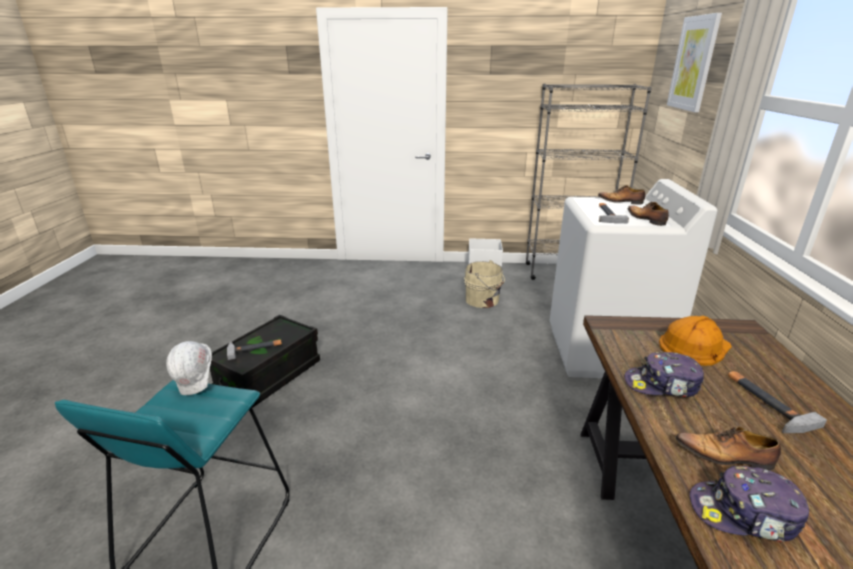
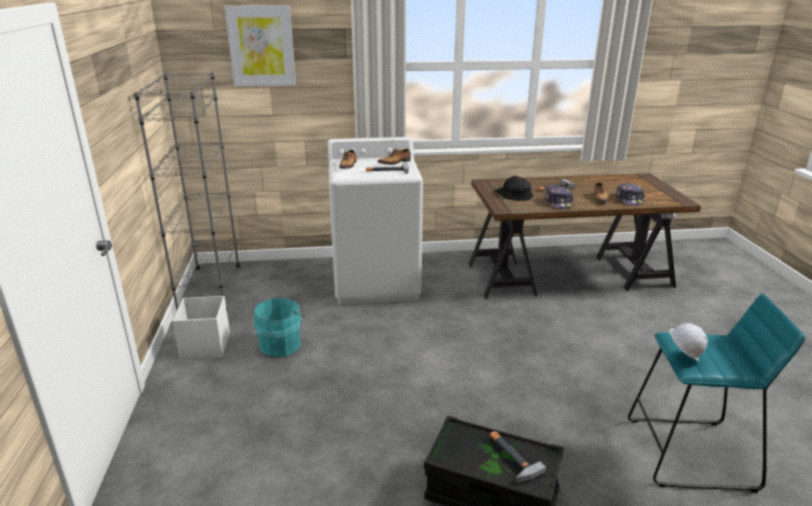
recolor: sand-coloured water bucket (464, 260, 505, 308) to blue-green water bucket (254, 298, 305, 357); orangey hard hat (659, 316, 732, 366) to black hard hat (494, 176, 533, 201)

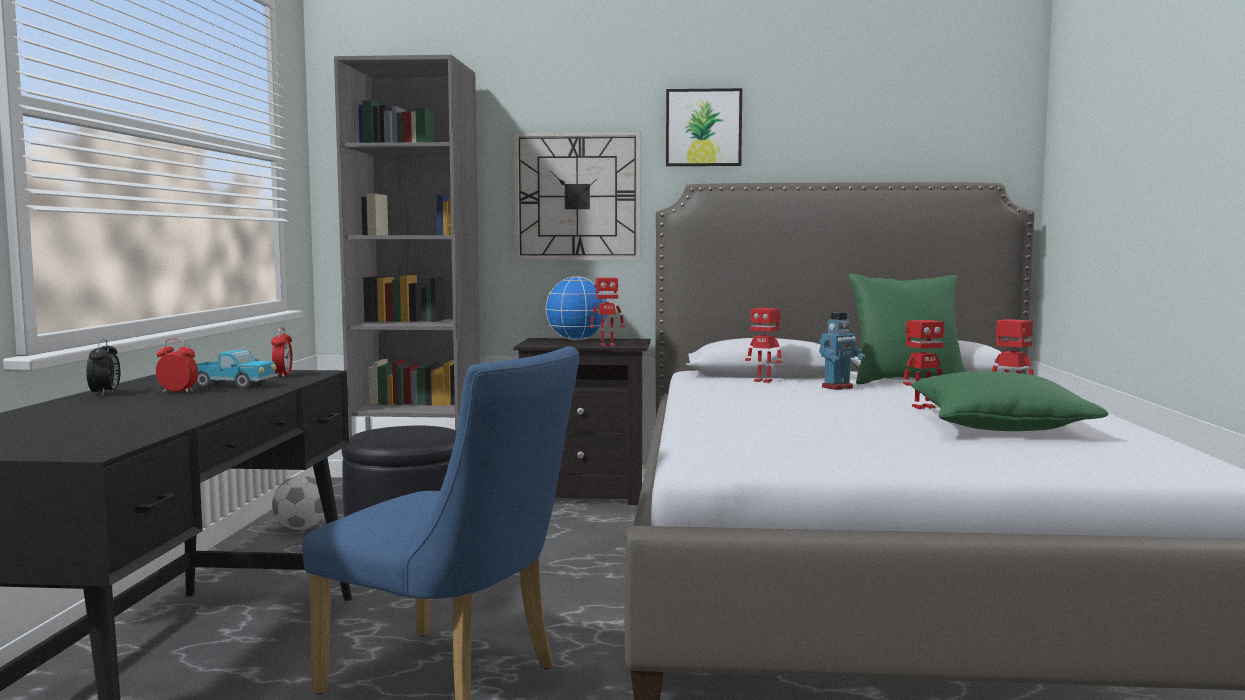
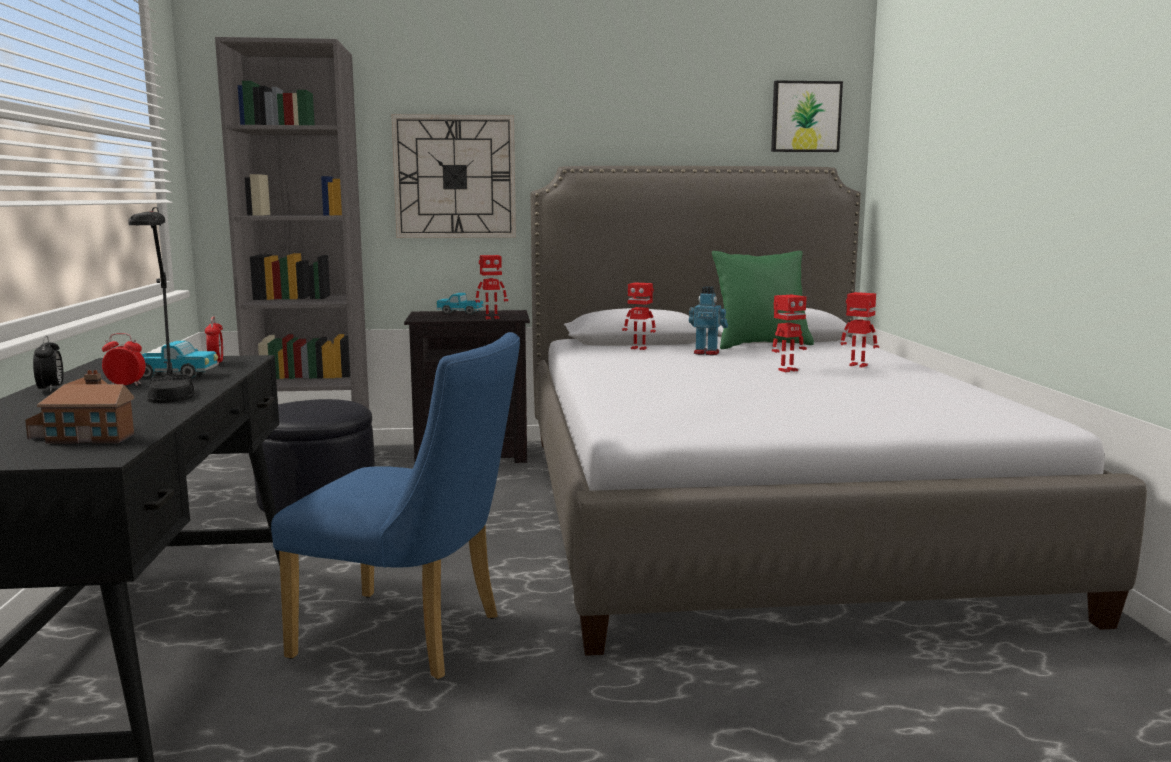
delete: greenish pillow (911, 371, 1108, 431); football ball (272, 476, 324, 530)
insert: black lamp for a table (128, 207, 194, 403); toy house (25, 370, 134, 443)
move: picture (666, 88, 742, 166) to (771, 80, 843, 152)
replace: desk globe (545, 276, 607, 341) to model truck (436, 293, 484, 315)
rotate: robot figure (819, 312, 866, 390) = (689, 286, 728, 355) 120 degrees counterclockwise

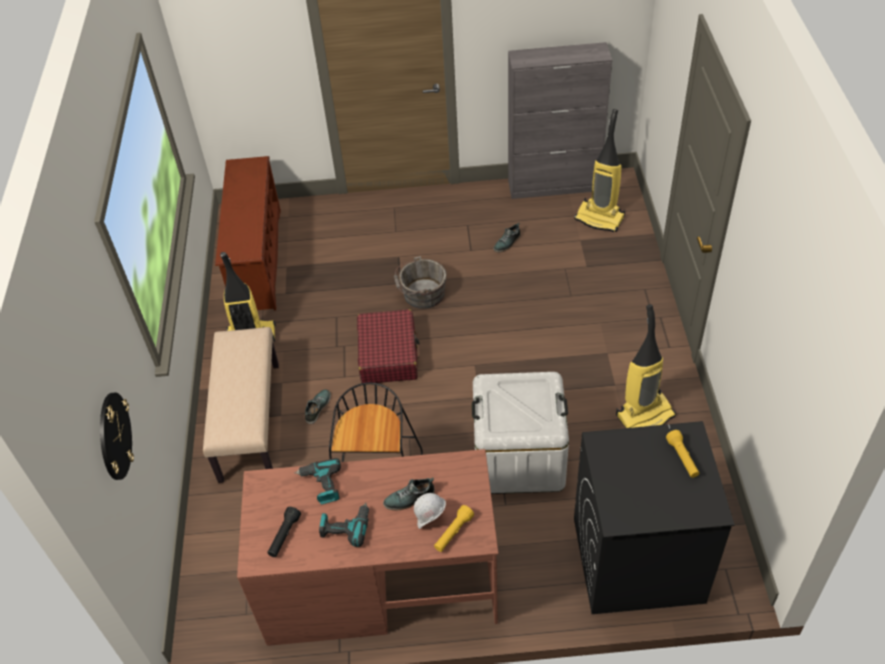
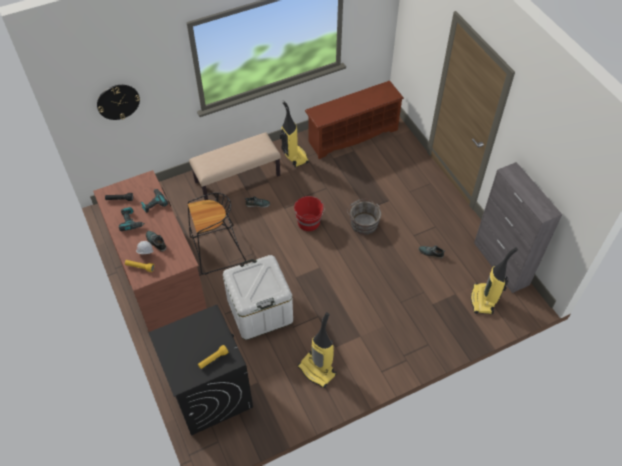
replace: red travel case (357, 309, 420, 383) to red water bucket (294, 196, 325, 231)

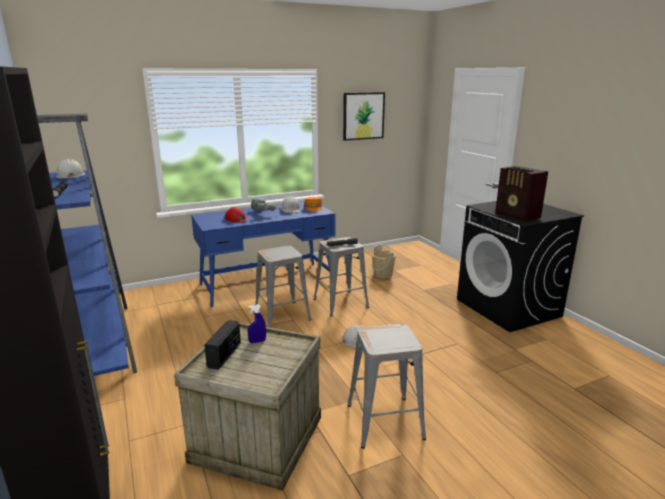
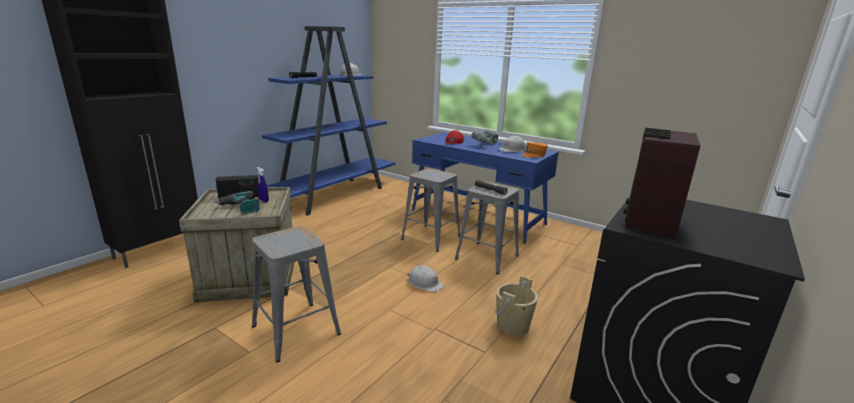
delete: picture (343, 92, 385, 141)
insert: electric drill (214, 191, 259, 214)
move: sand-coloured water bucket (372, 245, 396, 278) to (495, 275, 538, 336)

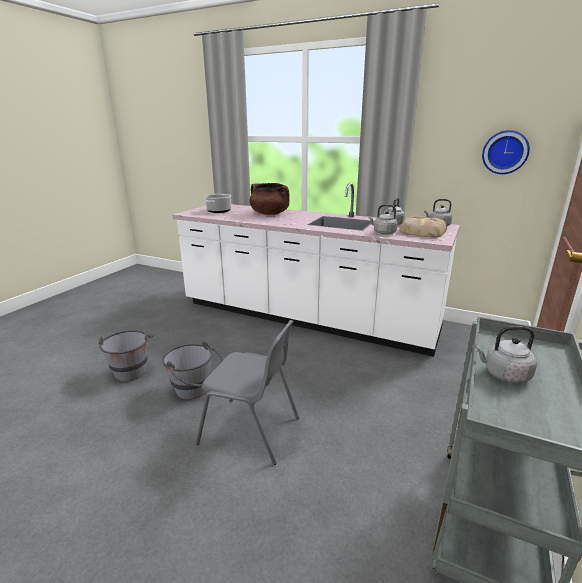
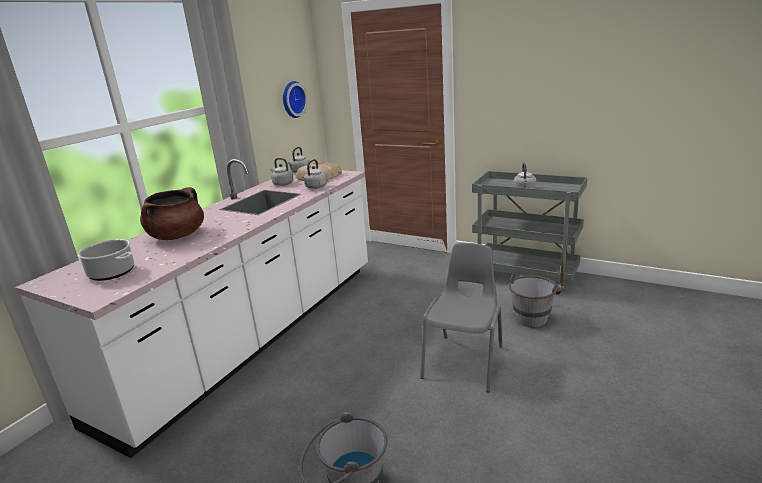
move: grey water bucket (162, 341, 224, 400) to (509, 275, 564, 327)

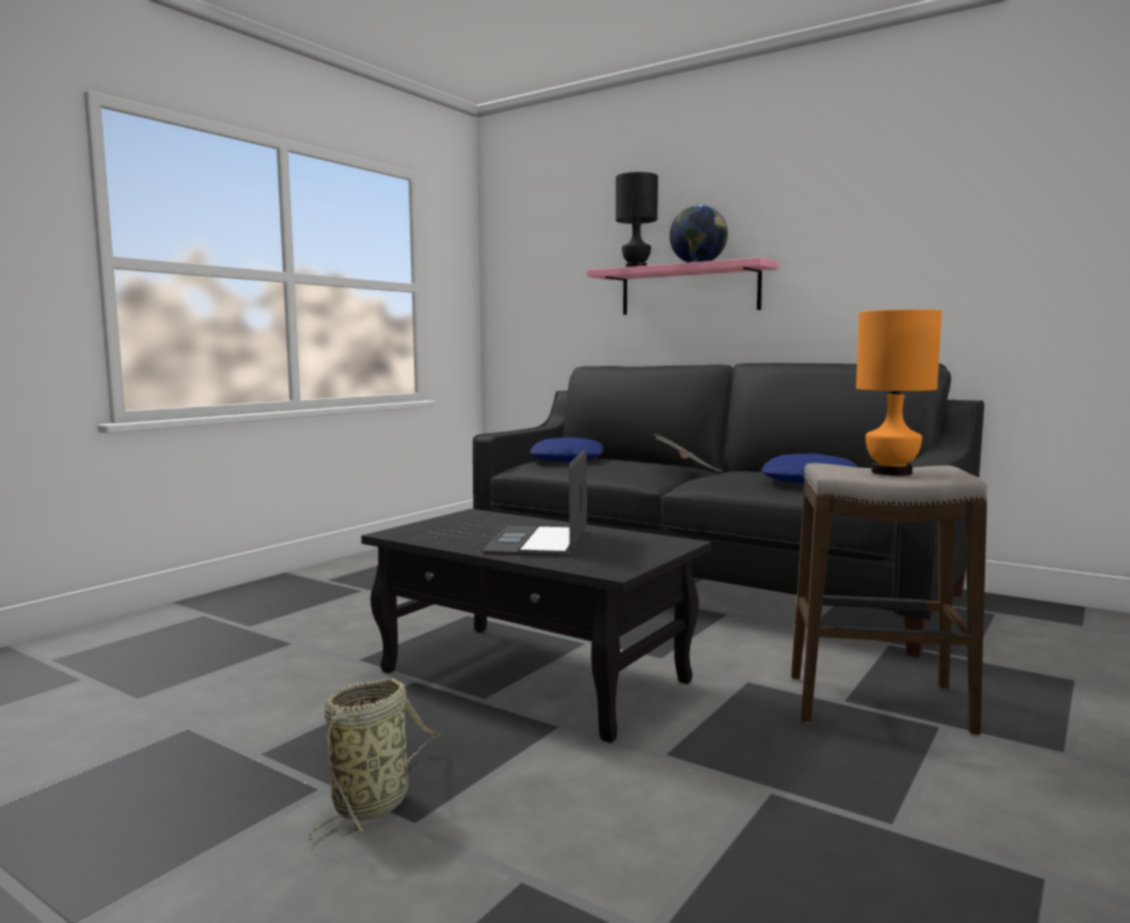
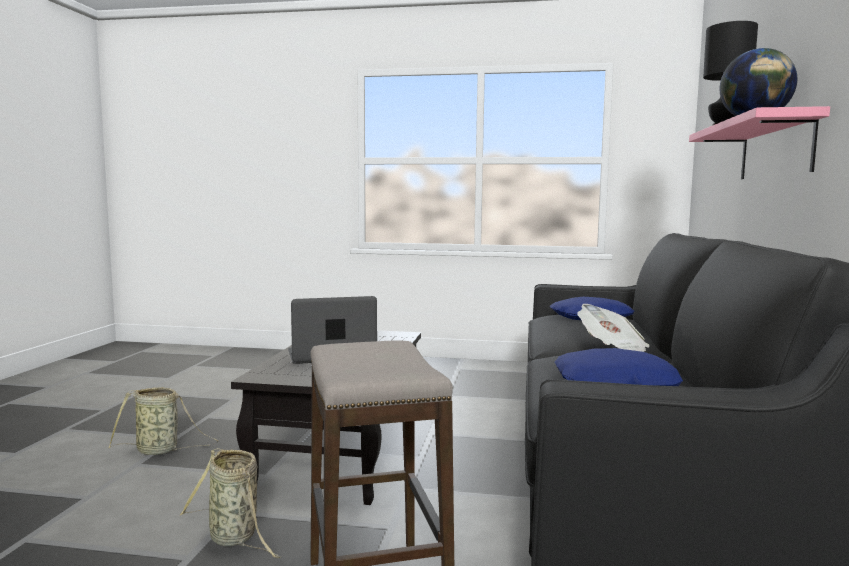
delete: orangey lamp for a table (856, 309, 942, 476)
insert: household basket (179, 448, 281, 558)

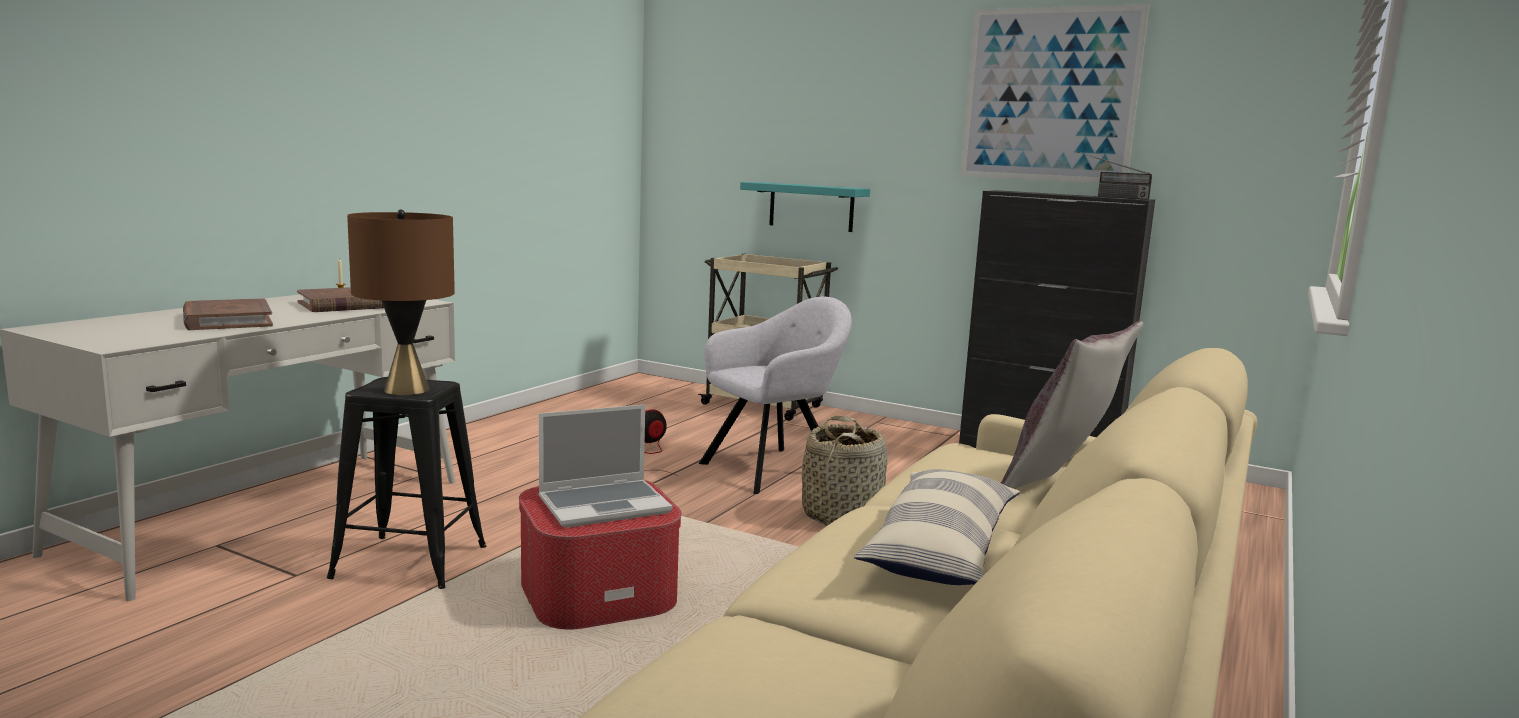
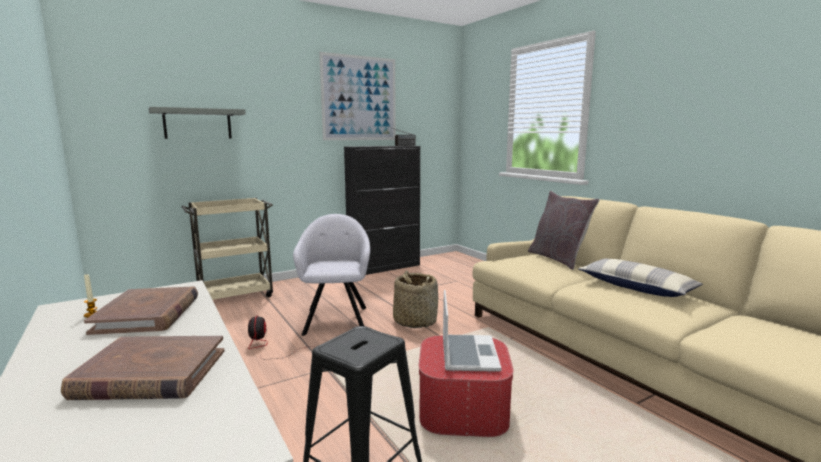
delete: blue-green wall shelf (740, 182, 870, 232); brownish lamp for a table (347, 209, 455, 395)
insert: grey wall shelf (149, 107, 246, 139)

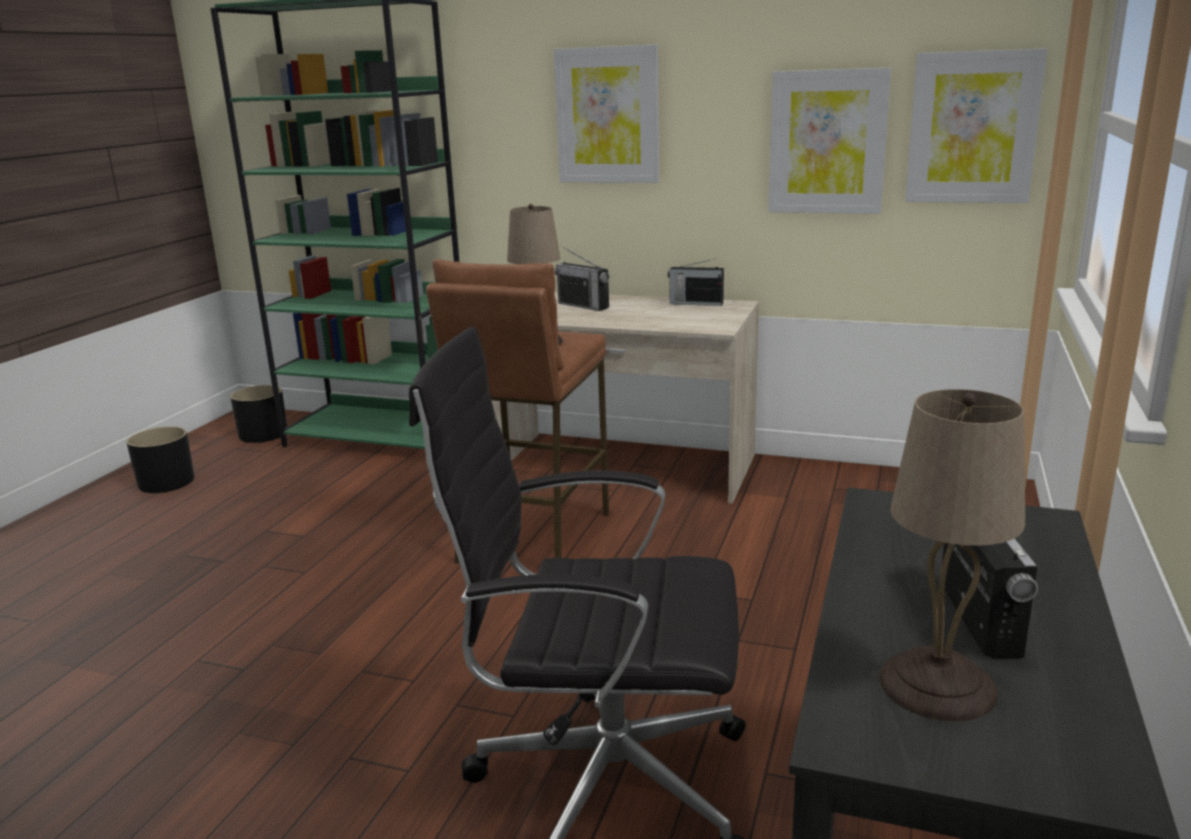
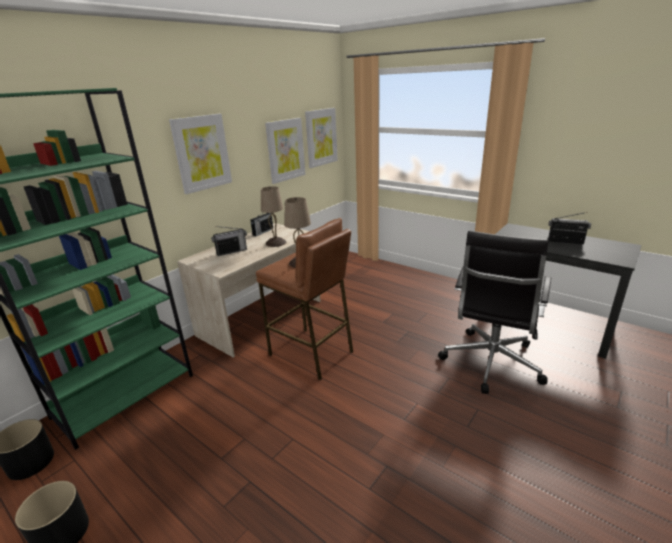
move: sand-coloured lamp for a table (879, 389, 1025, 721) to (261, 186, 286, 247)

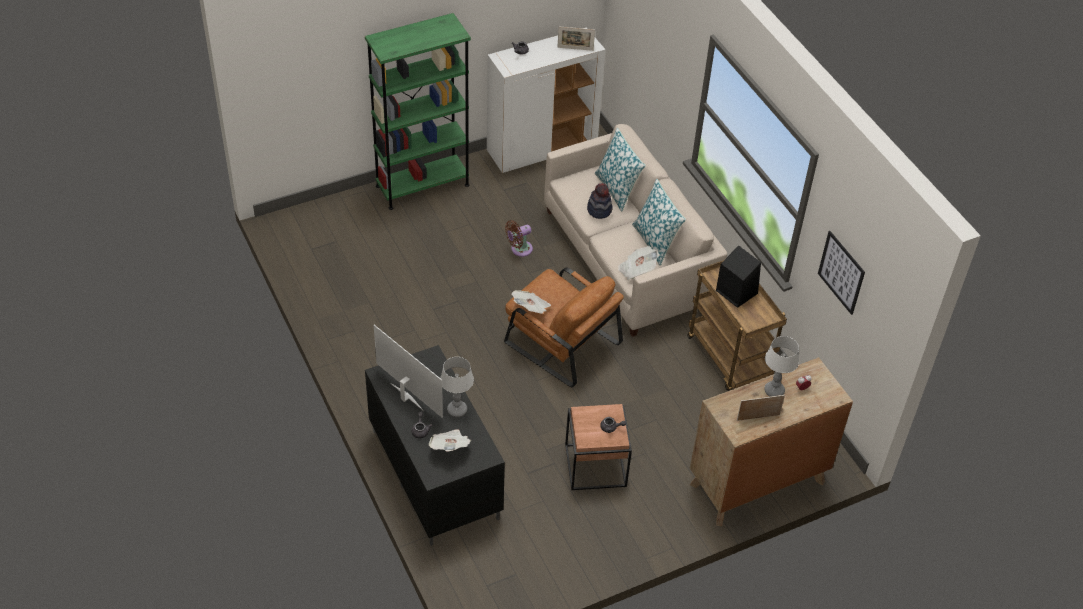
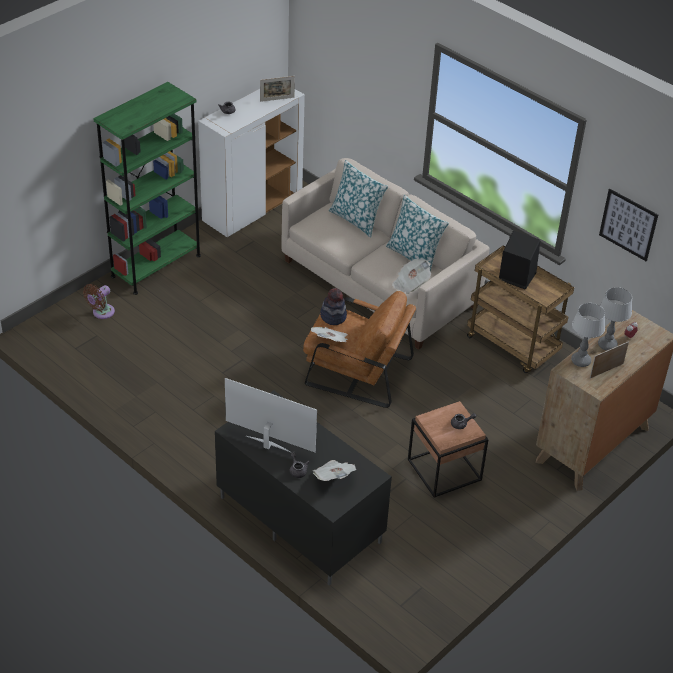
move: wearable hat (587, 183, 613, 219) to (320, 288, 347, 325); brownish cooling fan (505, 220, 533, 257) to (83, 284, 115, 319); lamp for a table (440, 357, 474, 417) to (571, 303, 605, 367)

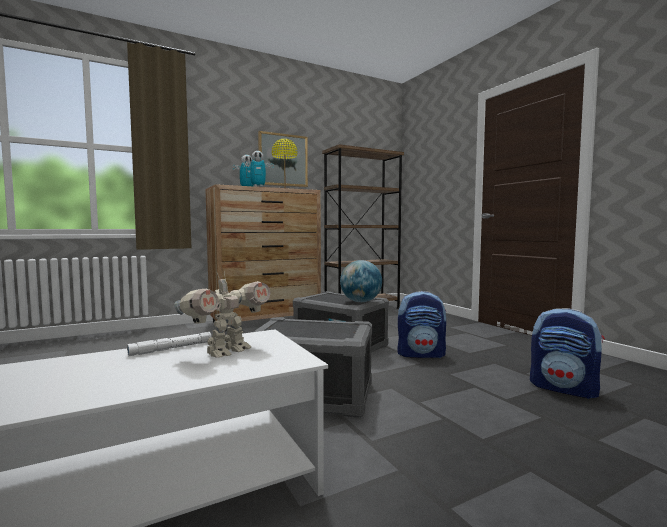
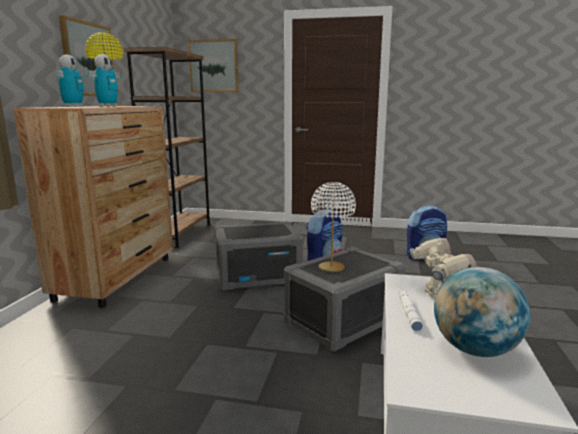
insert: picture (188, 39, 239, 92); white lamp for a table (311, 182, 356, 272)
move: desk globe (340, 260, 382, 302) to (434, 267, 531, 357)

